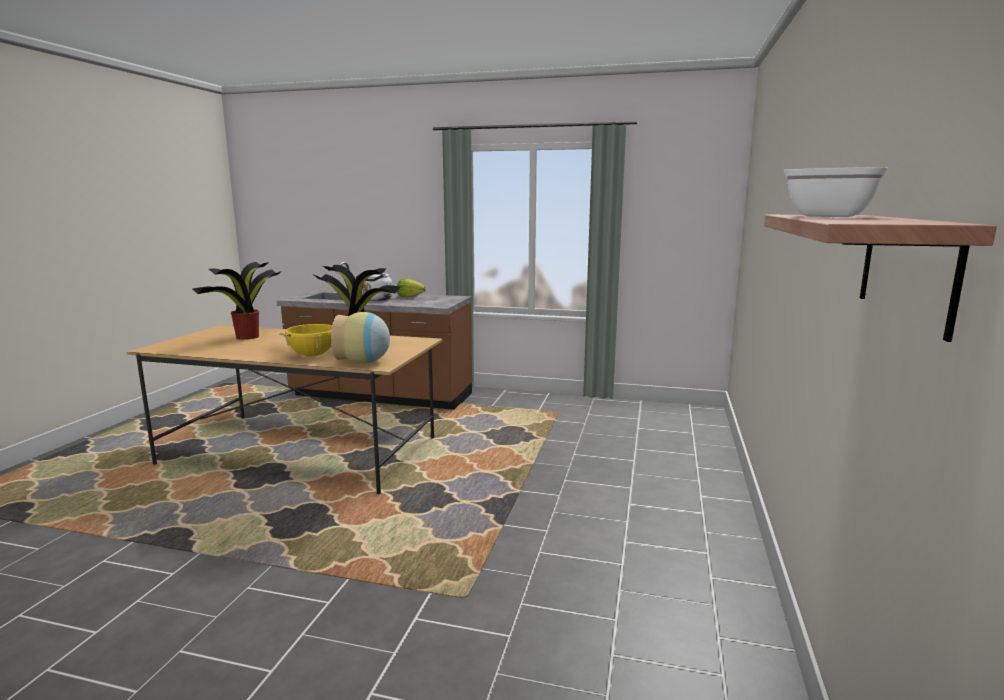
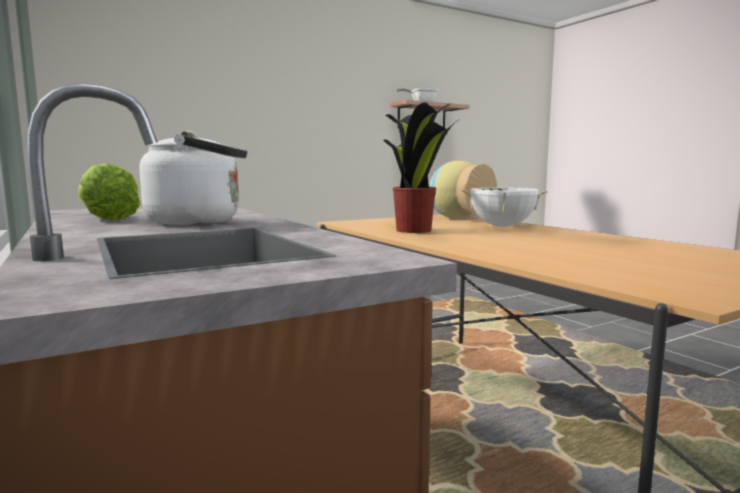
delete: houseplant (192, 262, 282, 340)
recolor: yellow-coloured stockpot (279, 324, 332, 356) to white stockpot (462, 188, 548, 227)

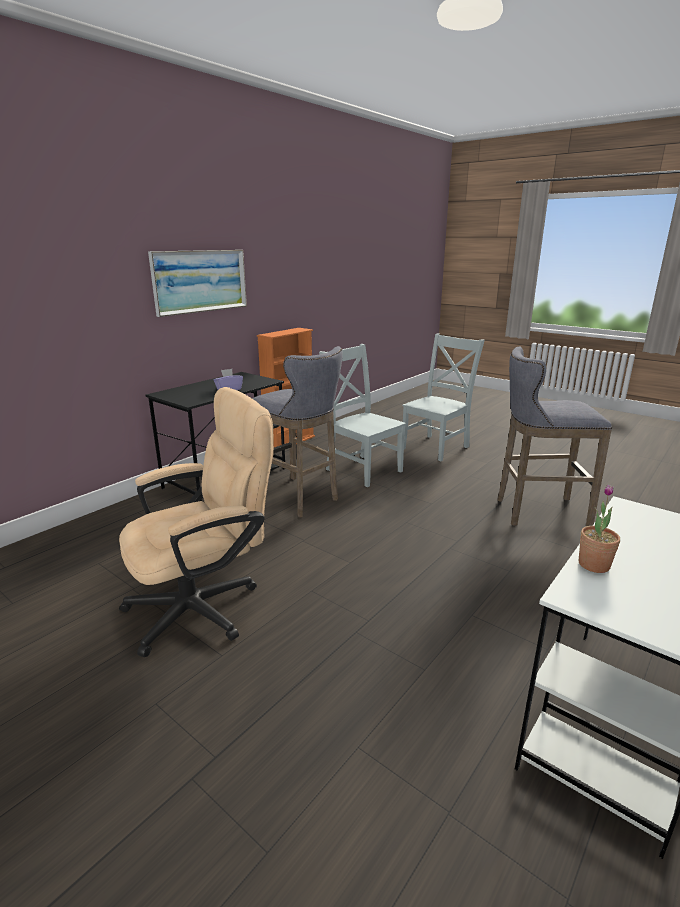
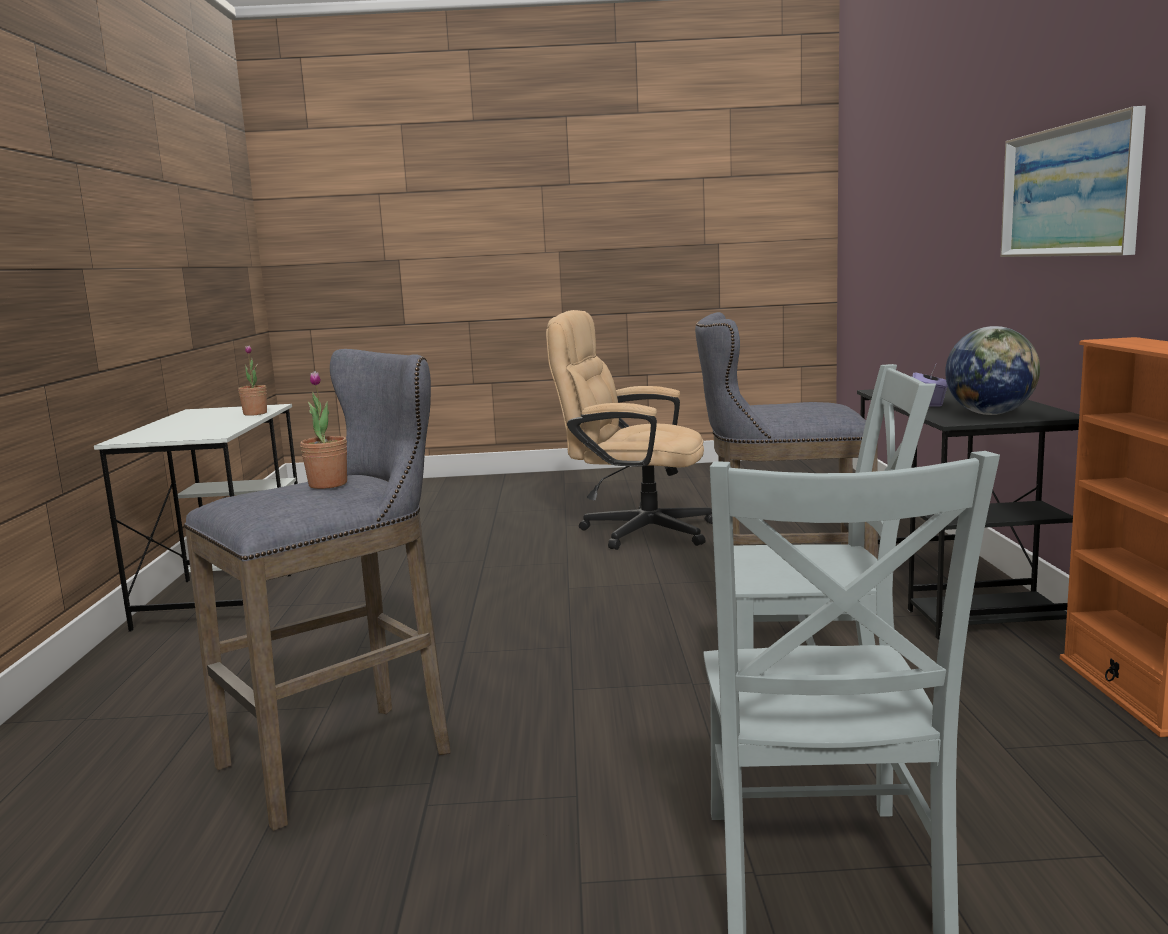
insert: desk globe (945, 326, 1040, 415); houseplant (300, 371, 347, 489)
rotate: sand-coloured computer chair (119, 387, 274, 657) = (546, 310, 712, 550) 90 degrees clockwise

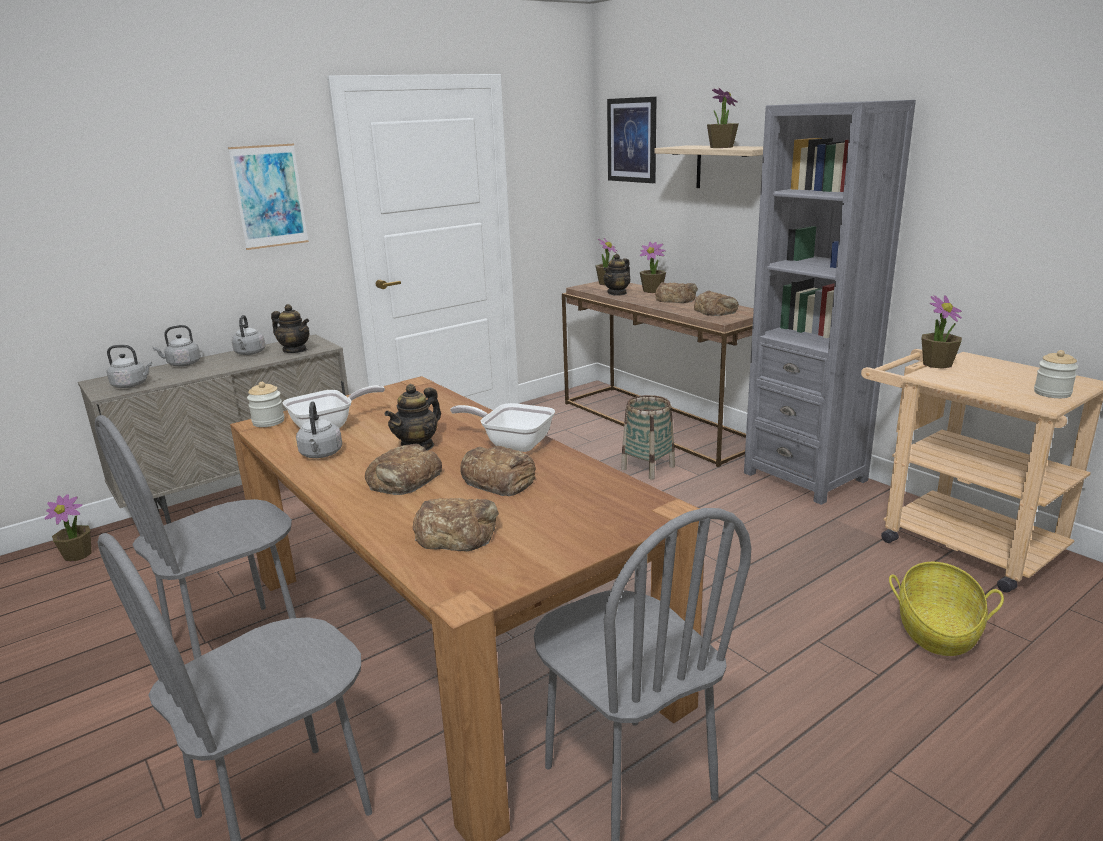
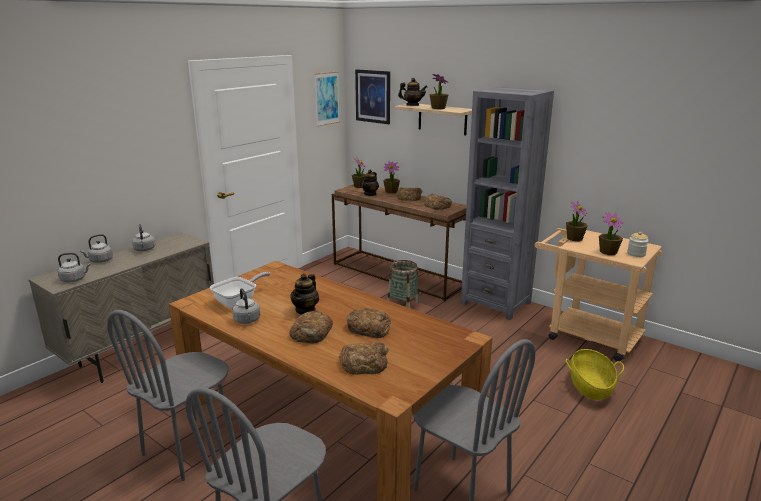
delete: preserve jar (247, 382, 284, 427); pan (450, 403, 555, 452)
move: picture (228, 143, 309, 250) to (314, 71, 340, 127); tea pot (271, 304, 309, 353) to (398, 78, 427, 106); houseplant (45, 494, 91, 562) to (599, 212, 624, 255)

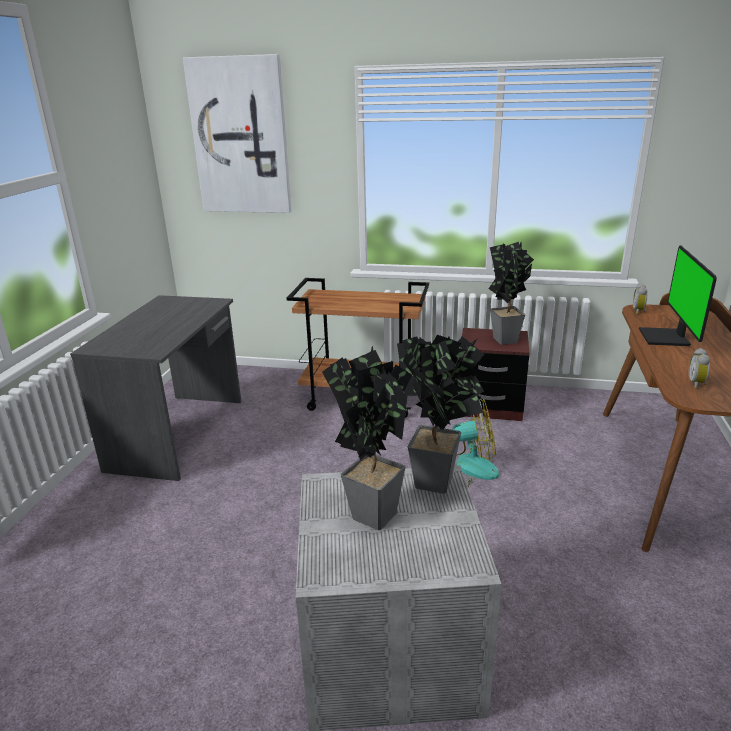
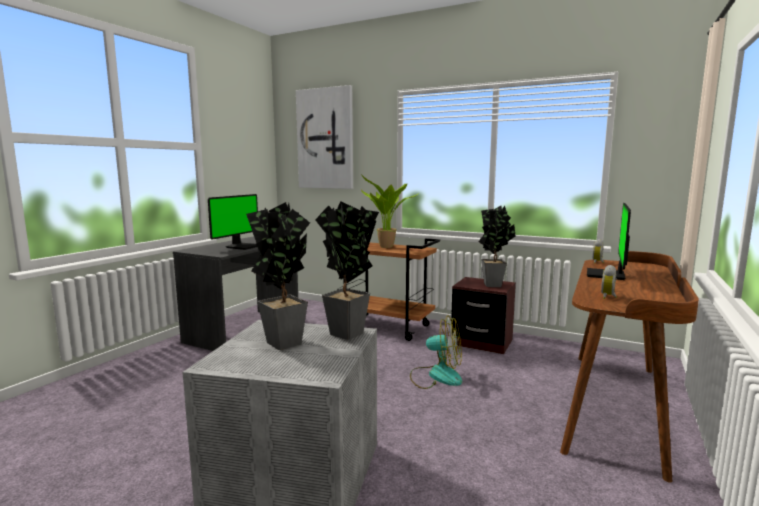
insert: houseplant (361, 174, 419, 248); monitor (208, 194, 258, 250)

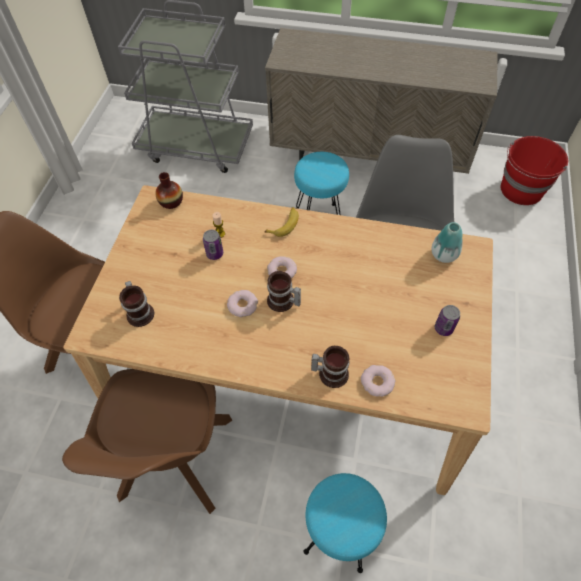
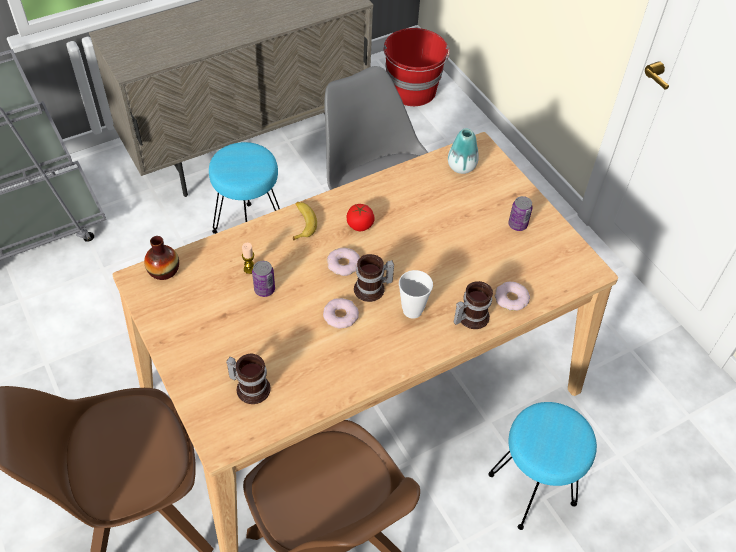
insert: fresh tomato (347, 204, 374, 231); small cup (399, 270, 433, 319)

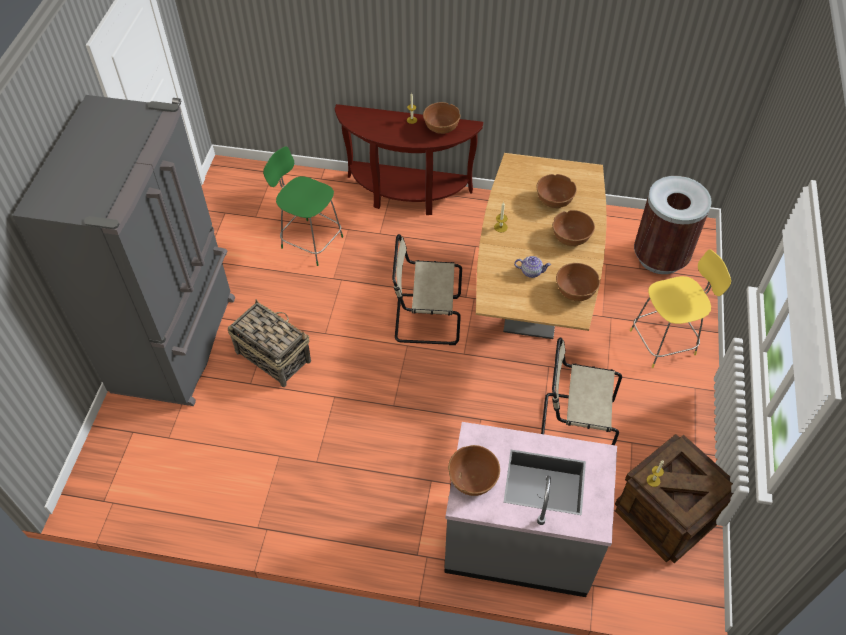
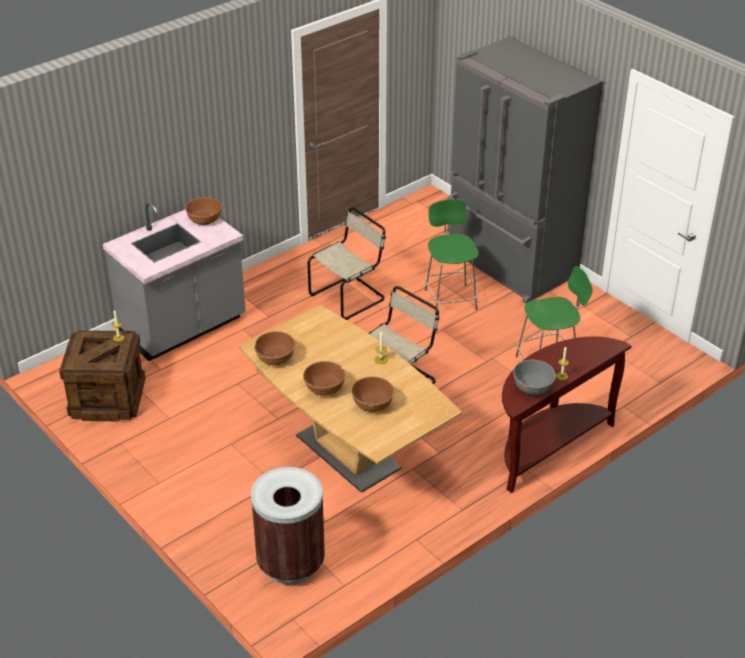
delete: yellow-coloured sitting stool (630, 249, 731, 368); tea pot (514, 256, 551, 278)
move: sand-coloured upright chair (541, 337, 622, 445) to (308, 207, 386, 320)
replace: household basket (228, 299, 311, 387) to greenish sitting stool (425, 199, 479, 315)
recolor: brownish serving bowl (423, 102, 461, 134) to grey serving bowl (513, 360, 556, 395)

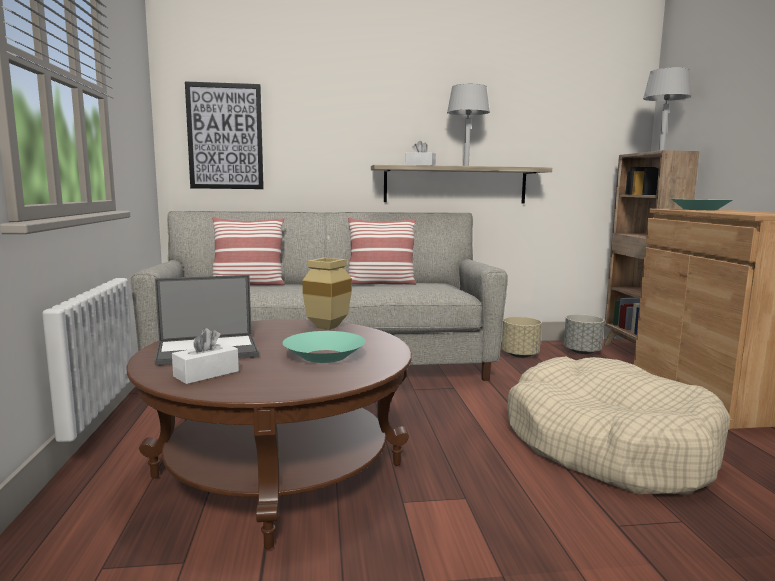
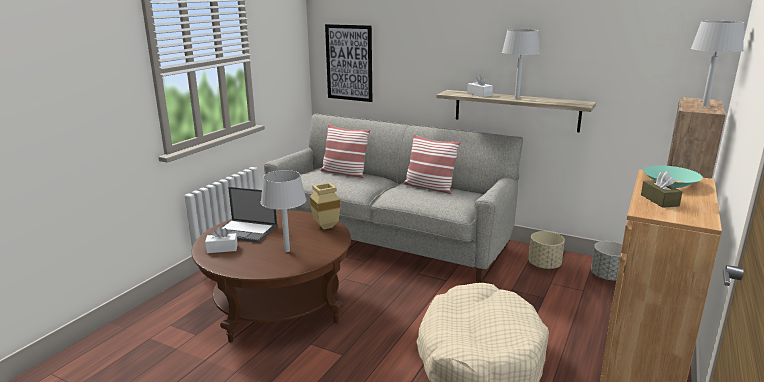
insert: brownish tissue holder (641, 172, 682, 208)
replace: blue-green serving bowl (283, 331, 366, 363) to grey lamp for a table (261, 170, 306, 252)

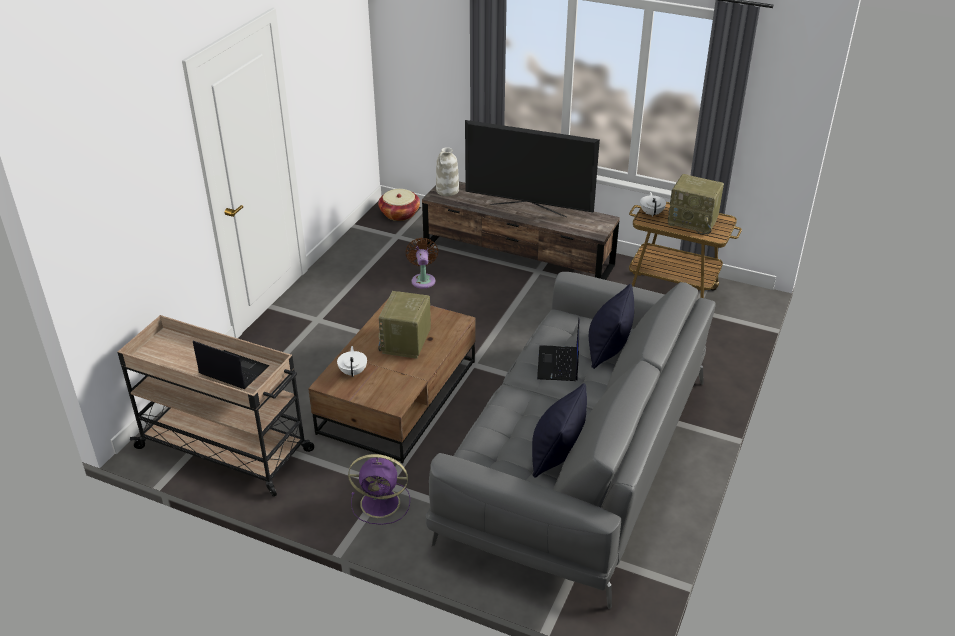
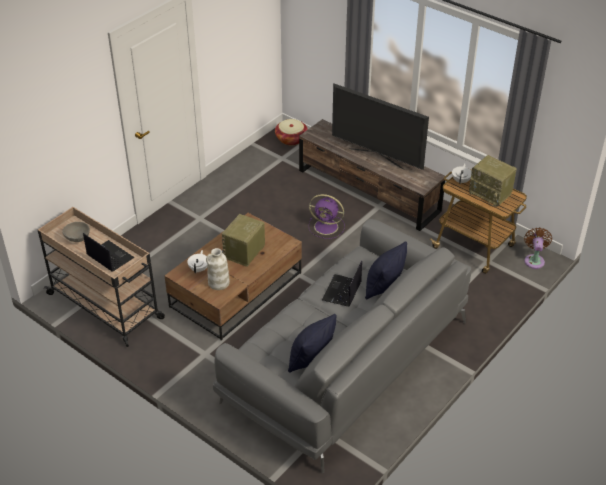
insert: grey serving bowl (62, 222, 90, 242)
move: white vase (436, 147, 459, 196) to (206, 248, 230, 290); brownish cooling fan (406, 238, 438, 289) to (524, 228, 552, 269); purplish cooling fan (348, 454, 410, 525) to (309, 194, 345, 239)

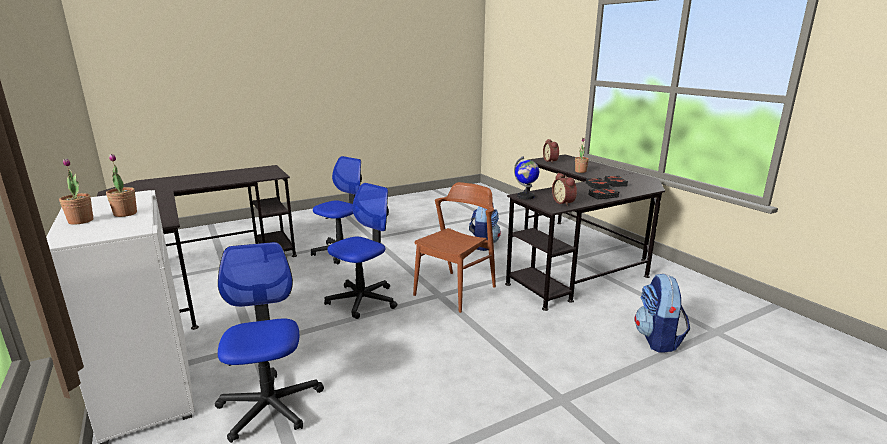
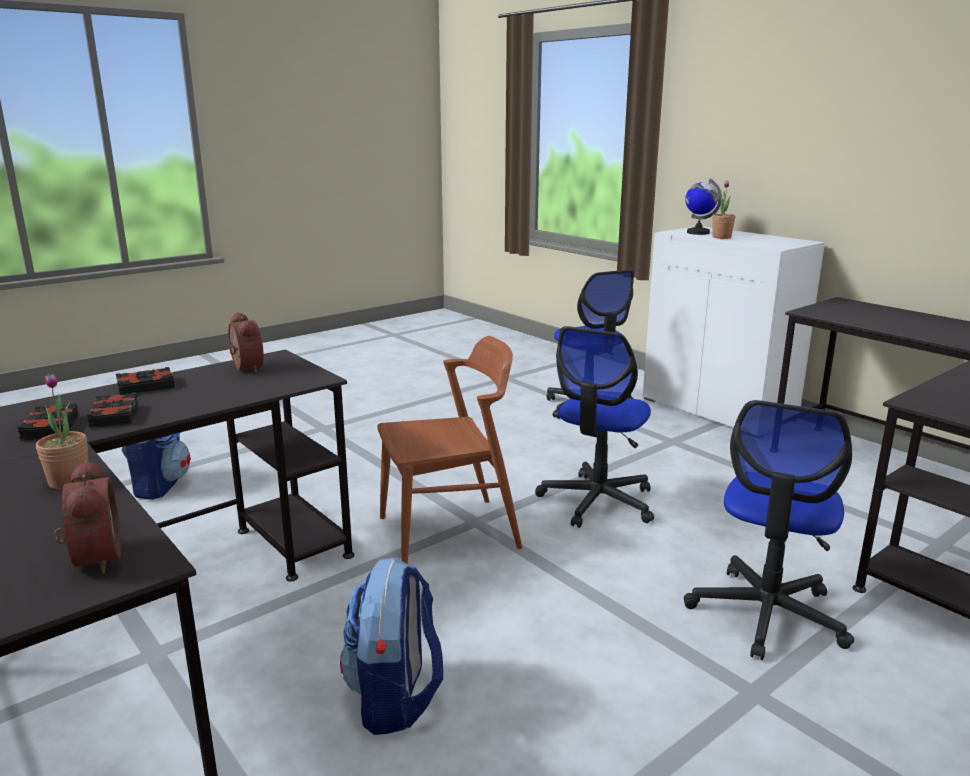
delete: houseplant (59, 159, 93, 225)
move: desk globe (514, 156, 539, 199) to (685, 178, 722, 235)
rotate: brownish upright chair (413, 182, 496, 313) = (377, 336, 522, 564) 135 degrees counterclockwise

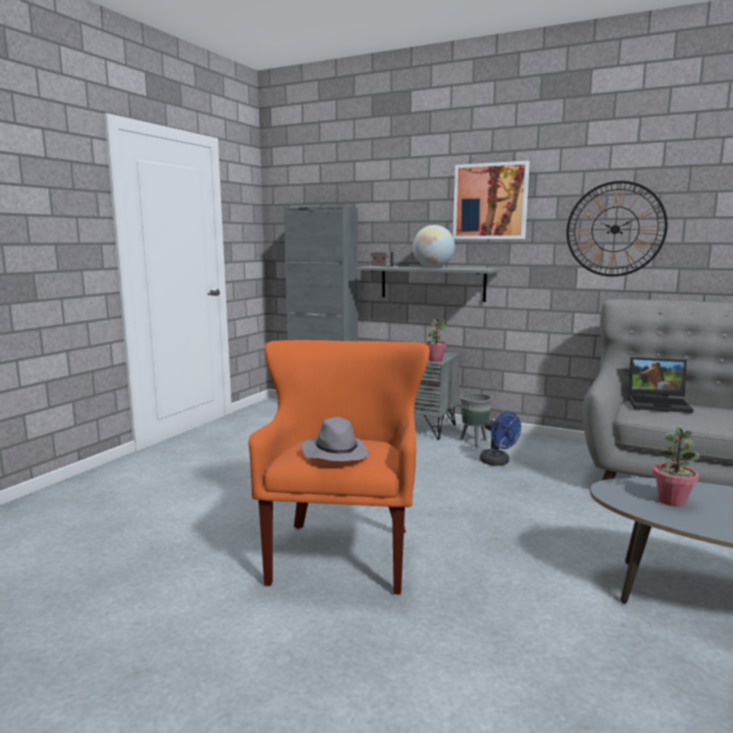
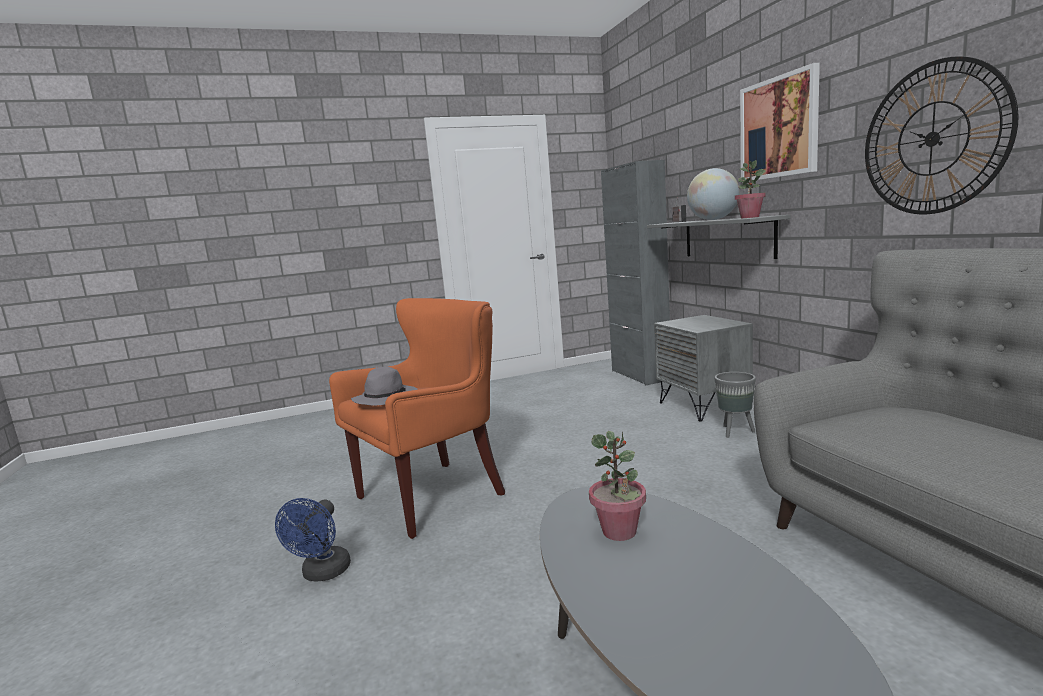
delete: laptop (628, 357, 694, 413)
move: houseplant (425, 318, 448, 362) to (735, 160, 766, 218); bluish cooling fan (480, 412, 521, 466) to (275, 498, 351, 581)

